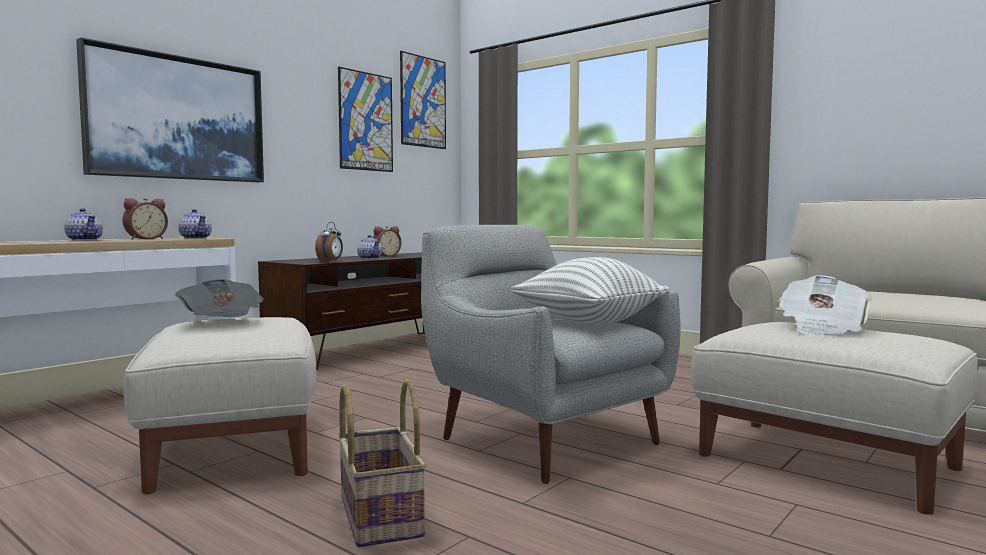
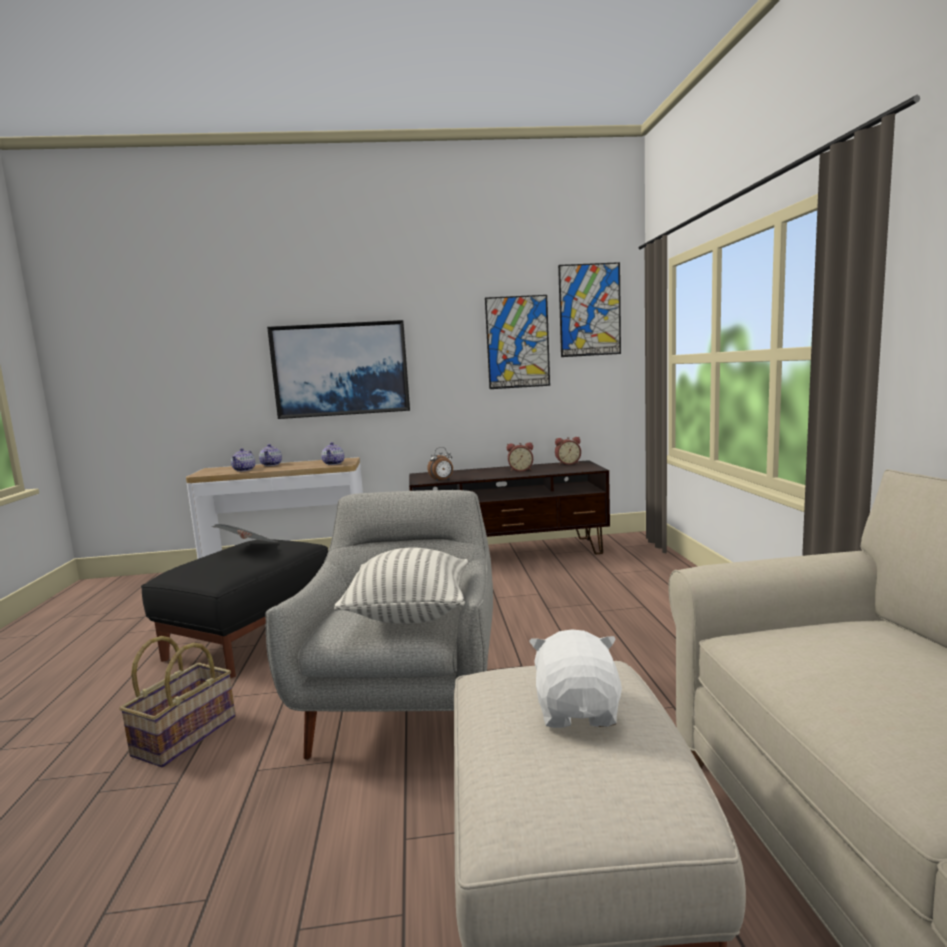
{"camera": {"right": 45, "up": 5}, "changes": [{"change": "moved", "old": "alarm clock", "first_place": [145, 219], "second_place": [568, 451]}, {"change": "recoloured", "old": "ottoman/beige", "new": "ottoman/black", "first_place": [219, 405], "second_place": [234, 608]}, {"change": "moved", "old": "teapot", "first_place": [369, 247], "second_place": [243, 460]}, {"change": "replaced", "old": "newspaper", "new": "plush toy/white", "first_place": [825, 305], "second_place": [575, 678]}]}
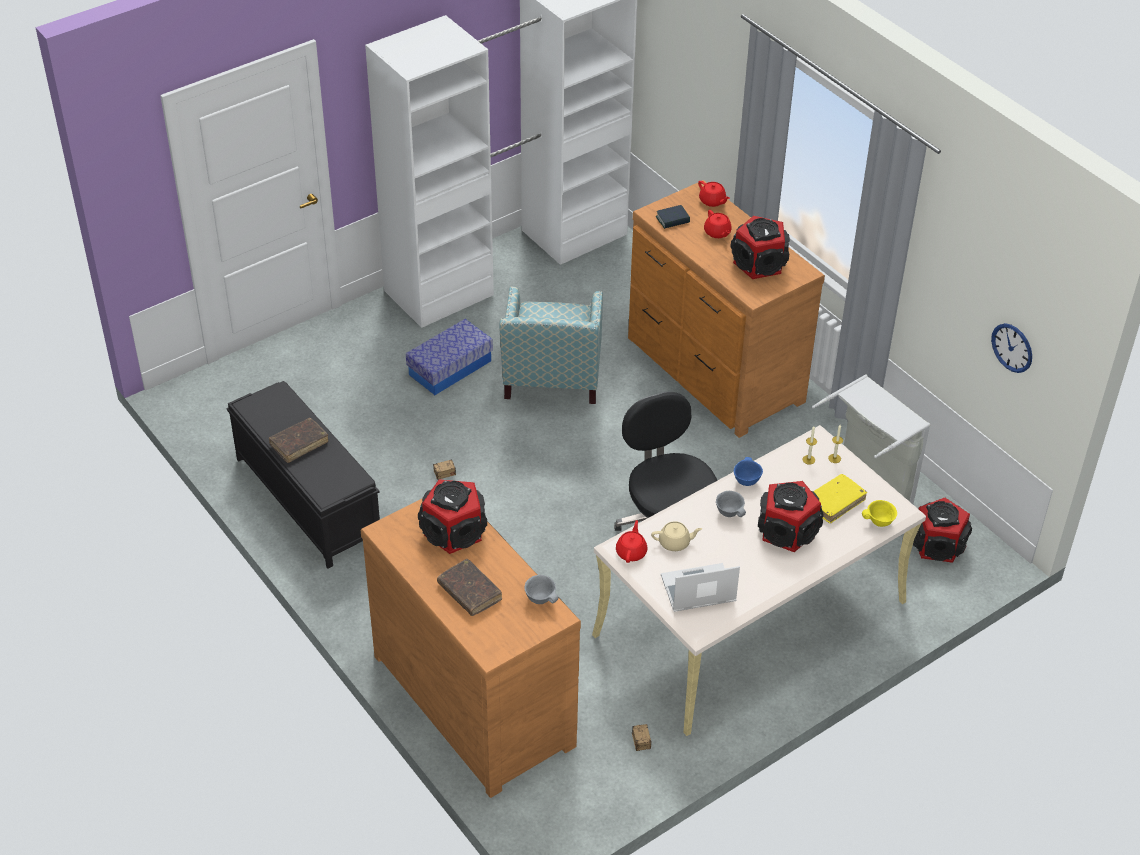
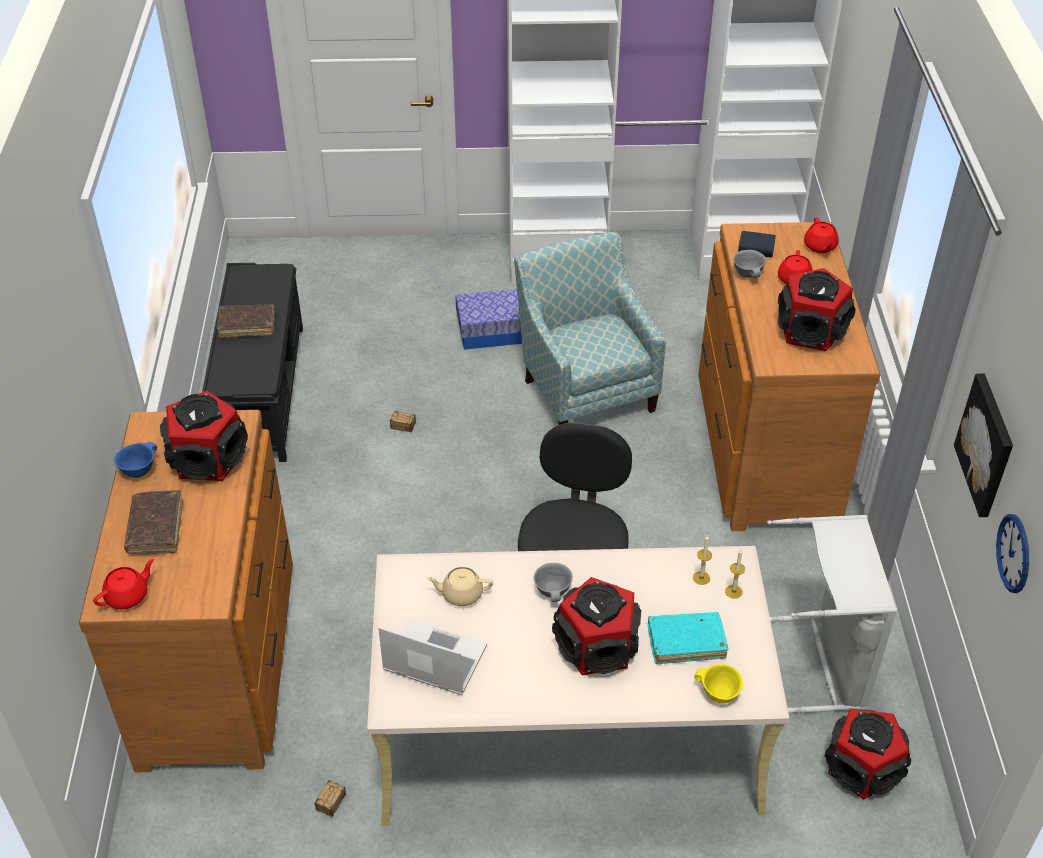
{"camera": {"right": 35, "up": 0}, "changes": [{"change": "turned", "old": "armchair", "first_place": [551, 345], "second_place": [590, 328], "degrees": 120}, {"change": "moved", "old": "bowl/grey", "first_place": [541, 589], "second_place": [749, 264]}, {"change": "moved", "old": "teapot/red", "first_place": [631, 541], "second_place": [123, 584]}, {"change": "turned", "old": "teapot/beige", "first_place": [676, 536], "second_place": [459, 586], "degrees": 150}, {"change": "moved", "old": "bowl/blue", "first_place": [748, 471], "second_place": [135, 460]}, {"change": "recoloured", "old": "book/yellow", "new": "book/turquoise", "first_place": [840, 498], "second_place": [688, 638]}, {"change": "added", "new": "picture", "second_place": [983, 445]}]}
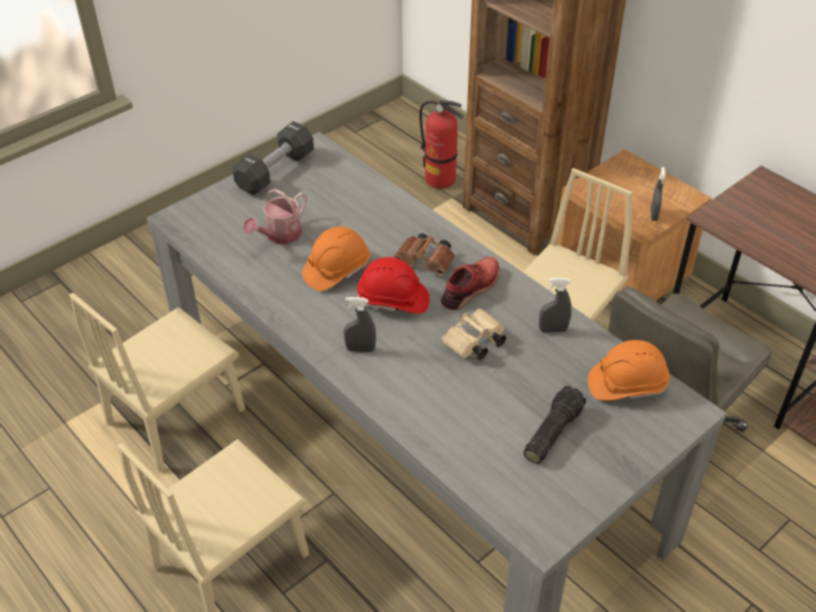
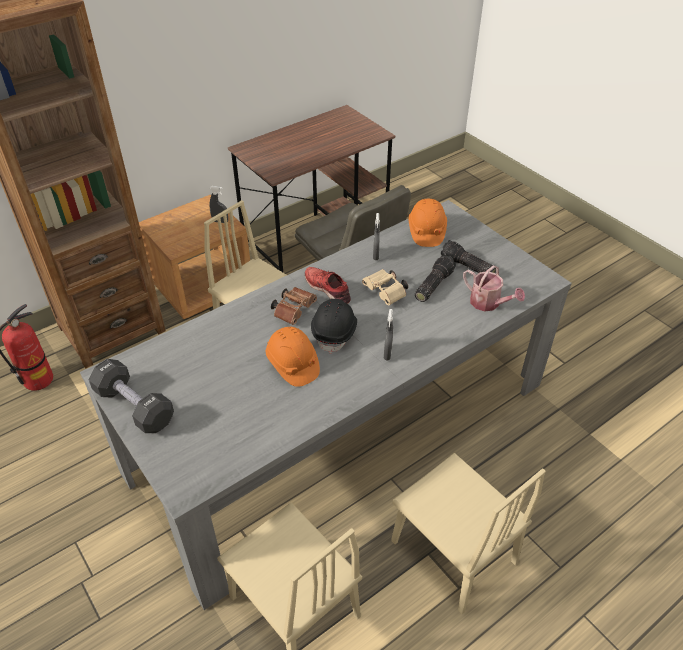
{"camera": {"right": -85, "up": 0}, "changes": [{"change": "moved", "old": "watering can", "first_place": [275, 216], "second_place": [494, 288]}, {"change": "recoloured", "old": "hard hat/red", "new": "hard hat/black", "first_place": [393, 285], "second_place": [334, 326]}, {"change": "added", "new": "flashlight", "second_place": [435, 278]}]}
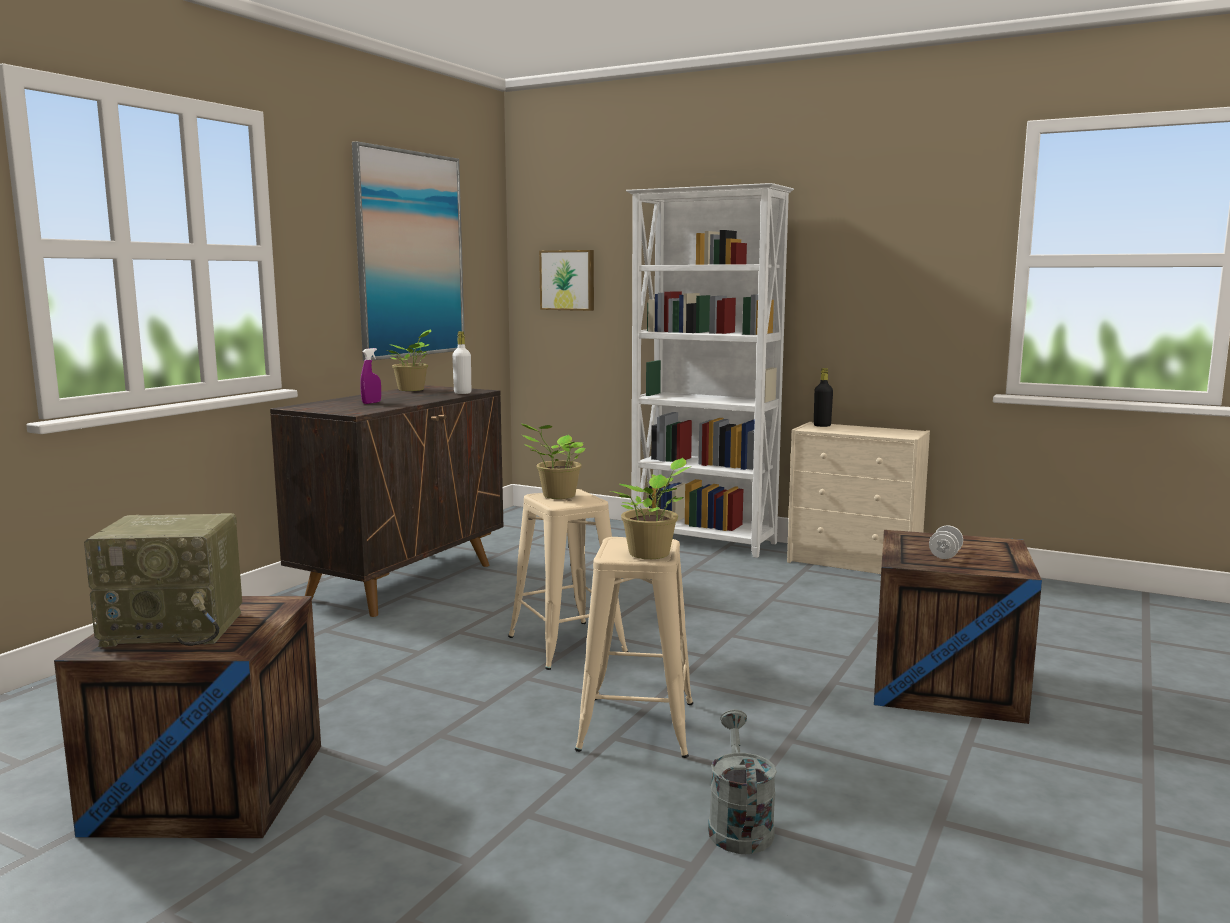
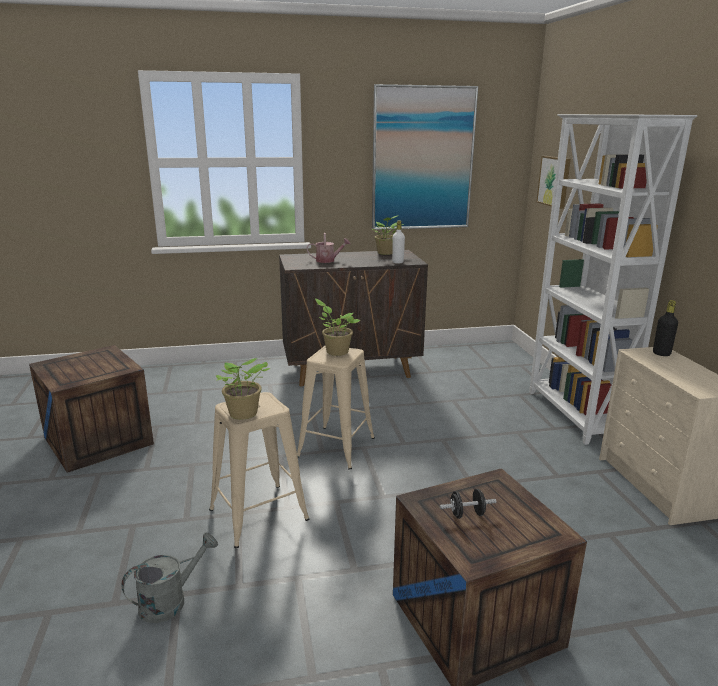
{"camera": {"right": 50, "up": 10}, "changes": [{"change": "removed", "old": "radio", "first_place": [163, 580]}, {"change": "replaced", "old": "spray bottle/purple", "new": "watering can", "first_place": [370, 376], "second_place": [328, 248]}, {"change": "recoloured", "old": "dumbbell/white", "new": "dumbbell/black", "first_place": [946, 542], "second_place": [468, 504]}]}
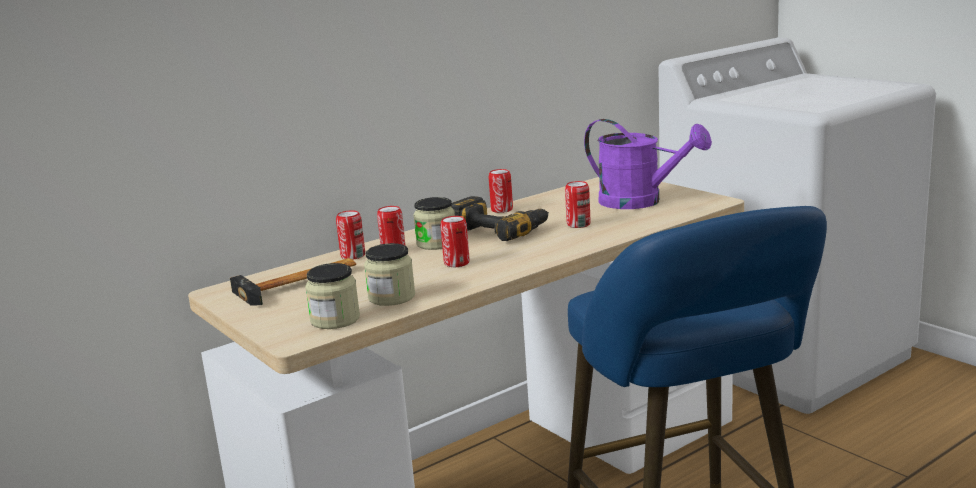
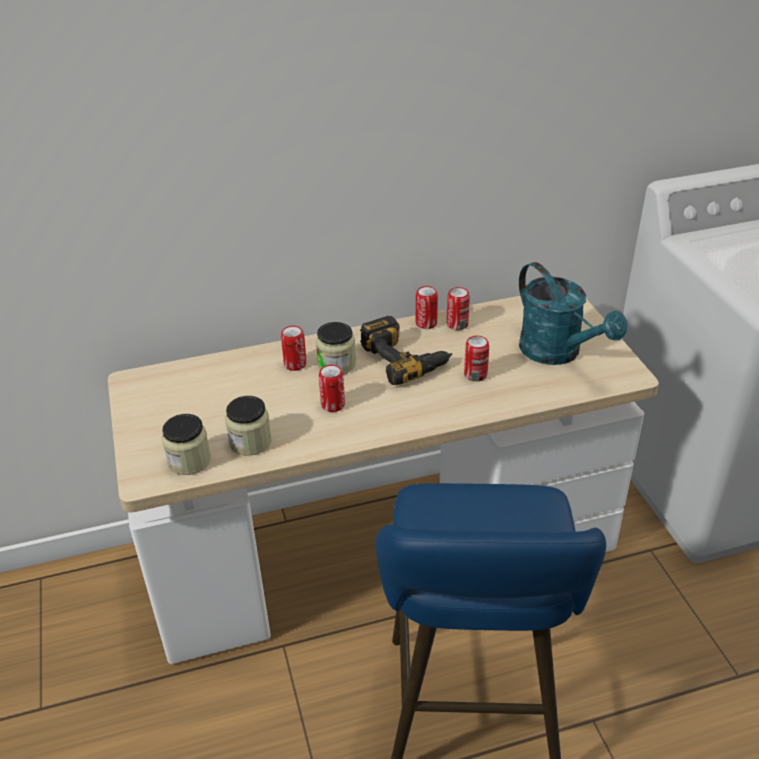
{"camera": {"right": 20, "up": 20}, "changes": [{"change": "removed", "old": "hammer", "first_place": [293, 281]}, {"change": "moved", "old": "can", "first_place": [350, 235], "second_place": [458, 308]}, {"change": "recoloured", "old": "watering can/purple", "new": "watering can/turquoise", "first_place": [648, 164], "second_place": [573, 313]}]}
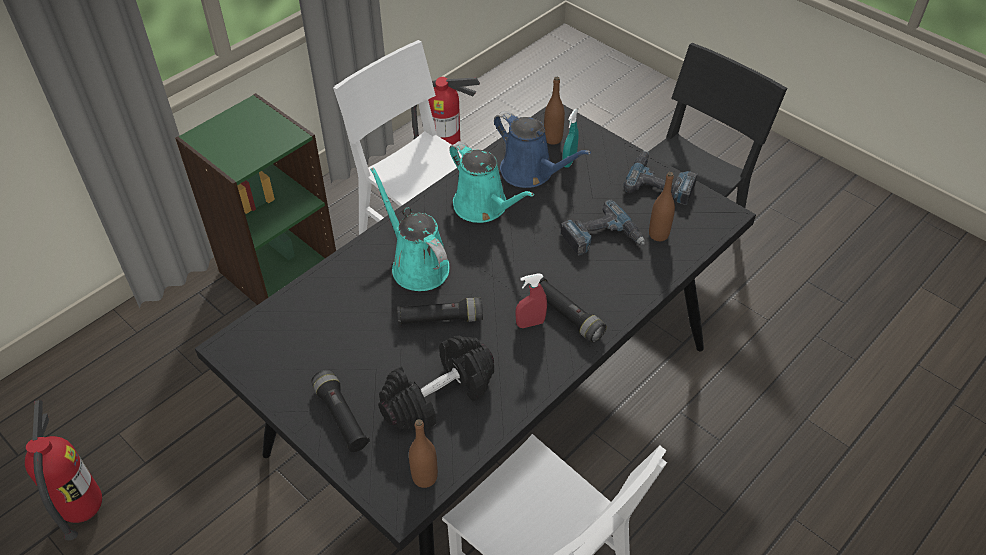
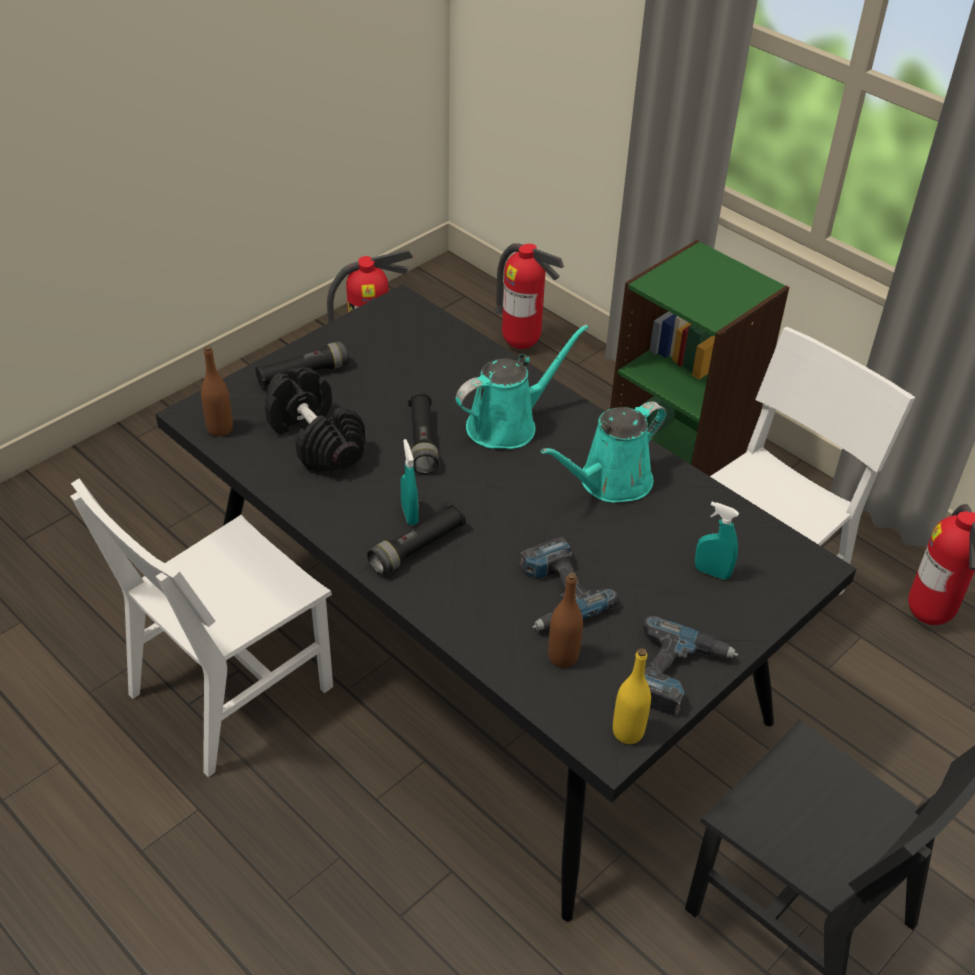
{"camera": {"right": 90, "up": -5}, "changes": [{"change": "removed", "old": "watering can/blue", "first_place": [542, 149]}, {"change": "recoloured", "old": "spray bottle/red", "new": "spray bottle/turquoise", "first_place": [531, 300], "second_place": [409, 482]}, {"change": "removed", "old": "bottle/brown", "first_place": [554, 111]}, {"change": "added", "new": "fire extinguisher", "second_place": [529, 296]}, {"change": "added", "new": "bottle/yellow", "second_place": [632, 696]}]}
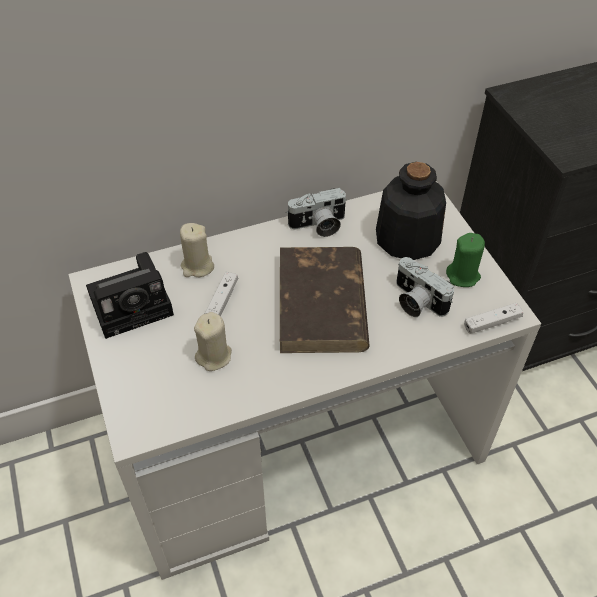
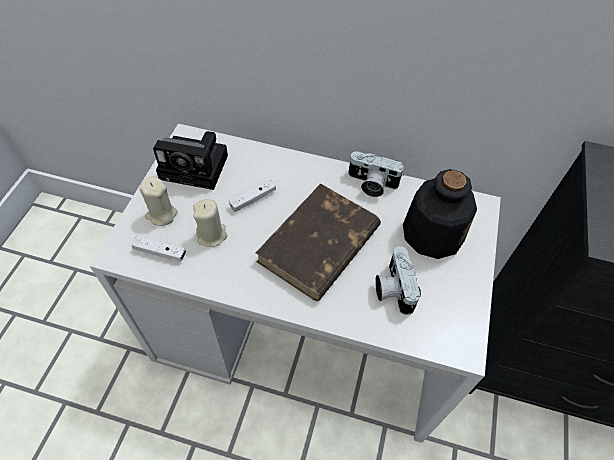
{"camera": {"right": 35, "up": 5}, "changes": [{"change": "moved", "old": "candle/beige", "first_place": [197, 250], "second_place": [159, 201]}, {"change": "removed", "old": "candle/green", "first_place": [465, 260]}, {"change": "moved", "old": "game controller/white", "first_place": [493, 318], "second_place": [159, 248]}]}
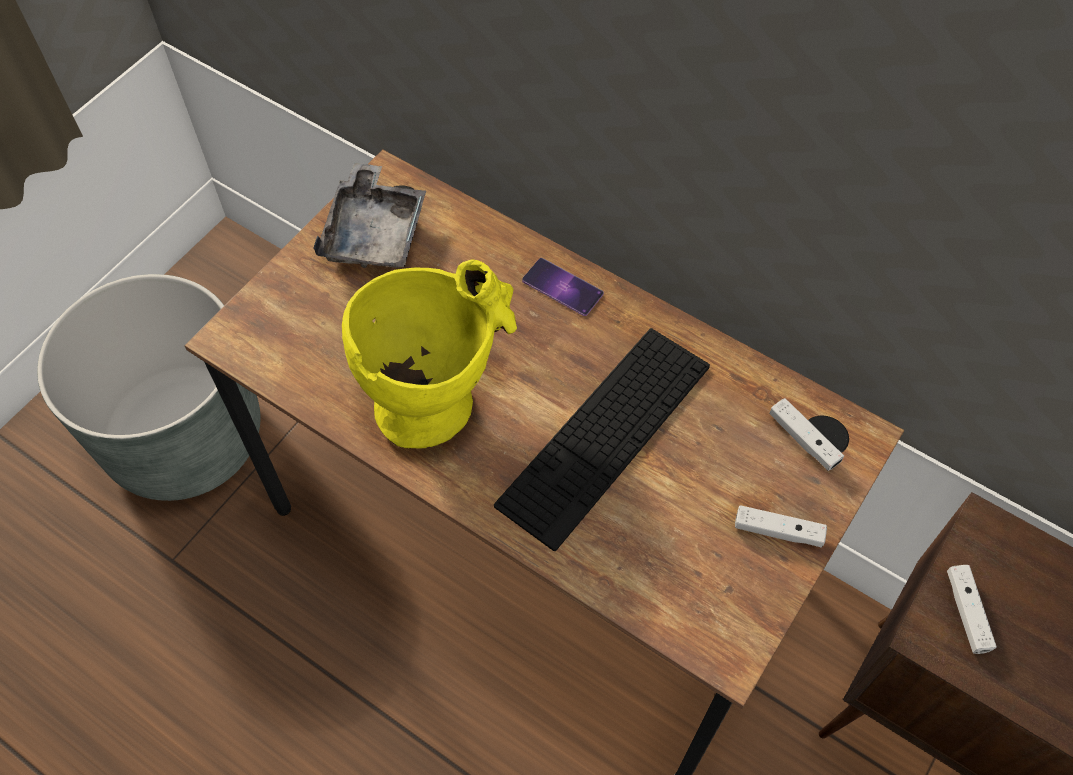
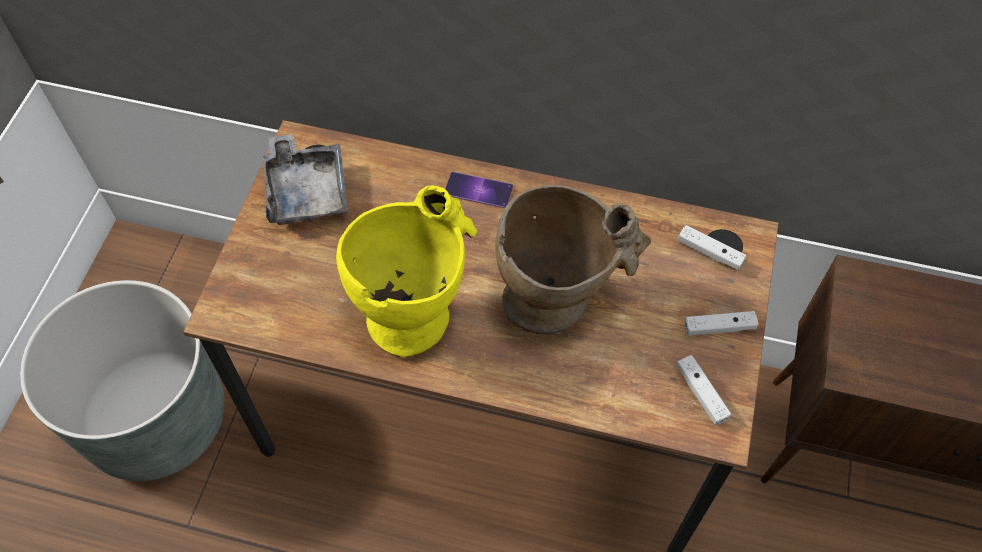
{"camera": {"right": -20, "up": 0}, "changes": [{"change": "replaced", "old": "keyboard", "new": "vase/beige", "first_place": [602, 439], "second_place": [573, 259]}, {"change": "moved", "old": "game controller/white", "first_place": [972, 609], "second_place": [703, 390]}]}
